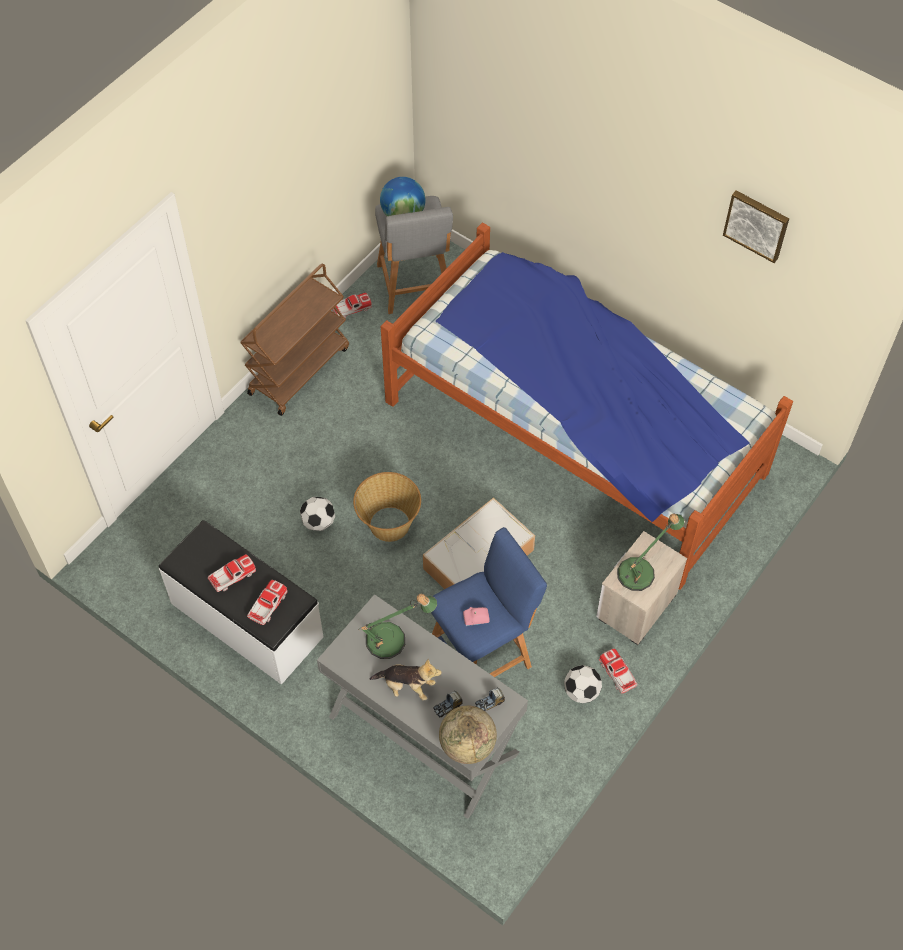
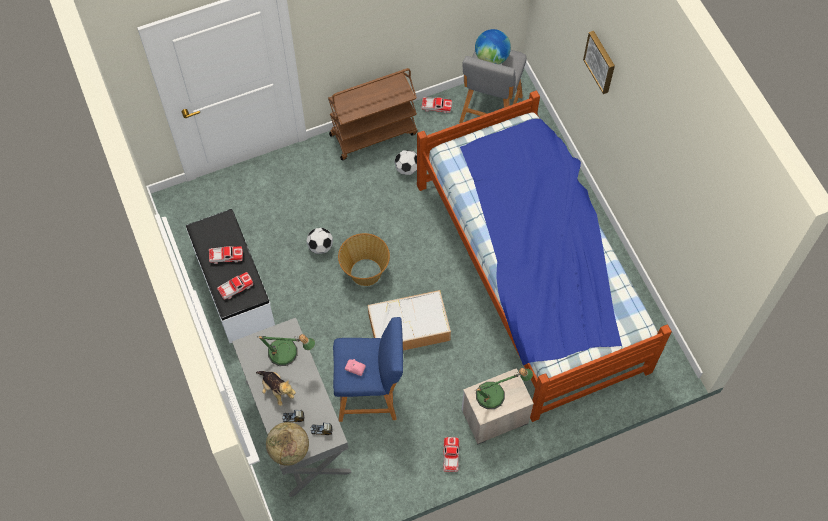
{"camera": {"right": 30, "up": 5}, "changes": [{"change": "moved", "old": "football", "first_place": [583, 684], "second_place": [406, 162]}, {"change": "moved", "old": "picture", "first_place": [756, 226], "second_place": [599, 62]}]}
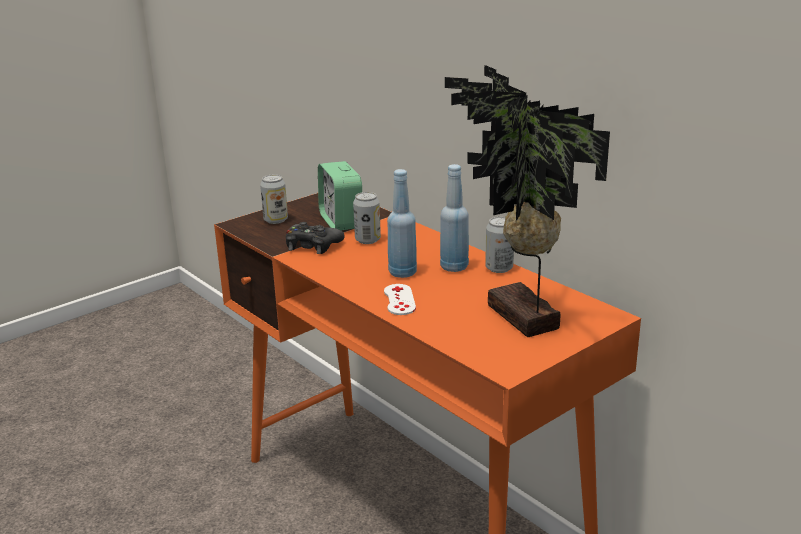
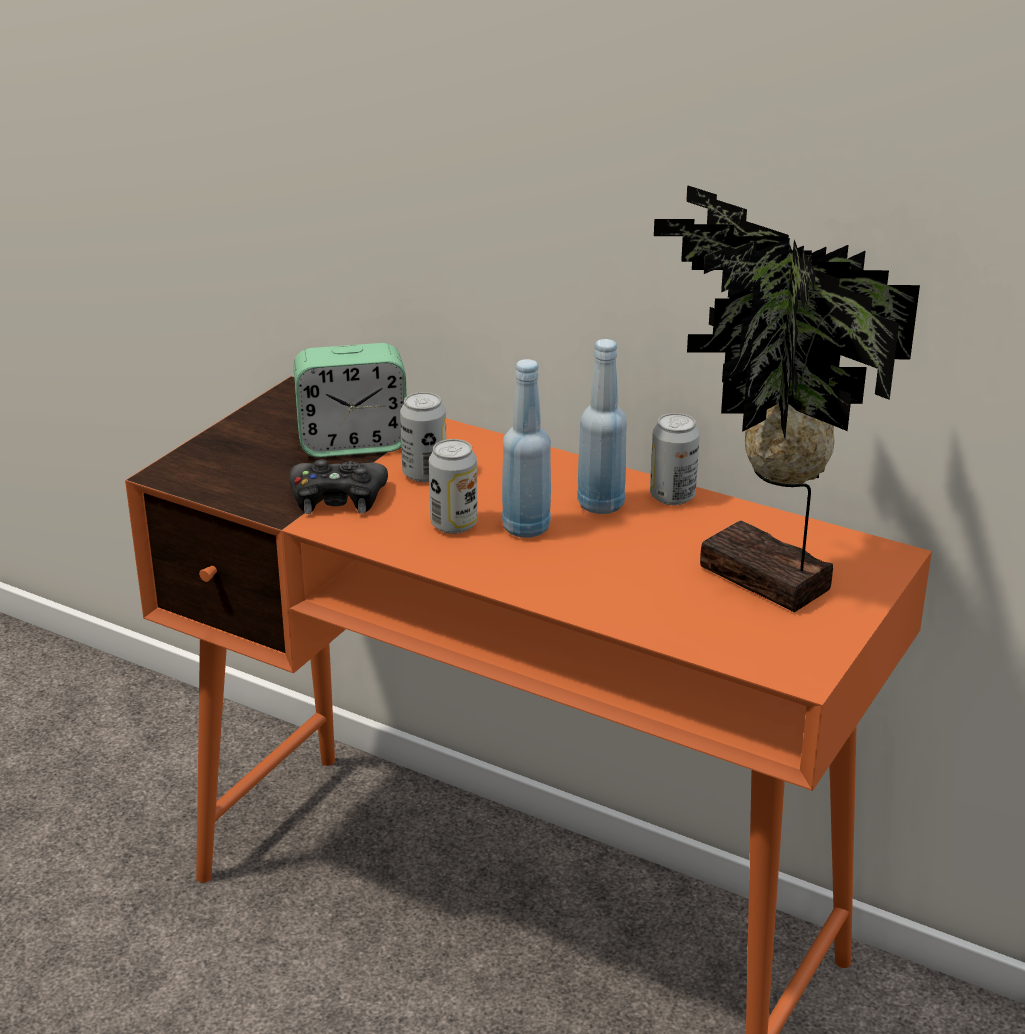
{"camera": {"right": -20, "up": 5}, "changes": [{"change": "moved", "old": "can", "first_place": [274, 199], "second_place": [453, 486]}, {"change": "turned", "old": "alarm clock", "first_place": [340, 196], "second_place": [350, 400], "degrees": -60}, {"change": "removed", "old": "game controller/white", "first_place": [400, 299]}]}
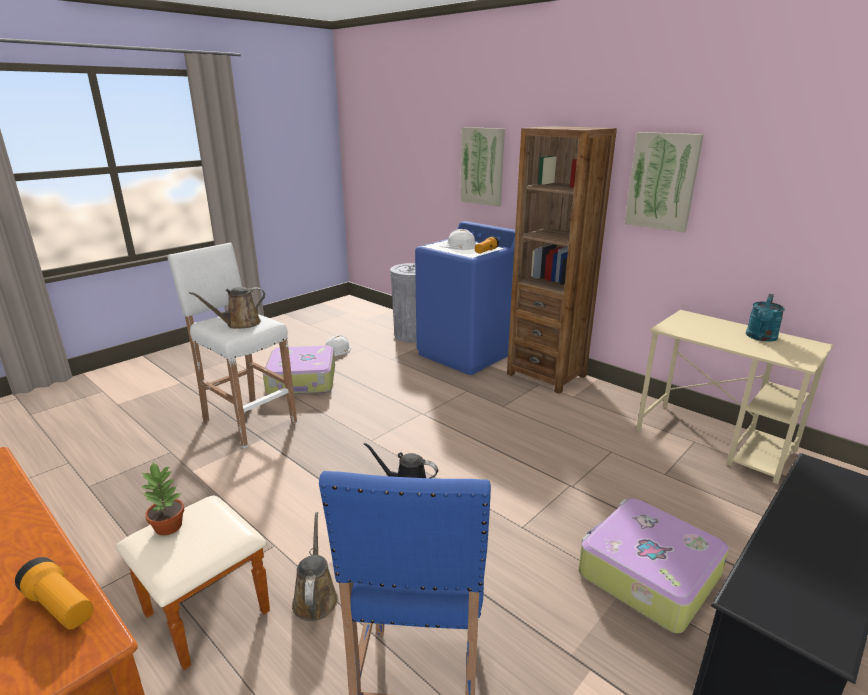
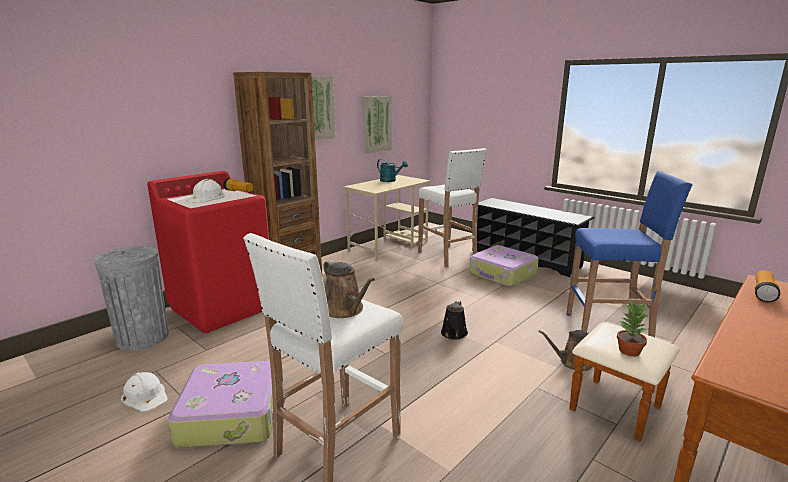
{"camera": {"right": -90, "up": -5}, "changes": [{"change": "recoloured", "old": "washing machine/blue", "new": "washing machine/red", "first_place": [465, 298], "second_place": [208, 252]}, {"change": "moved", "old": "picture", "first_place": [482, 167], "second_place": [377, 124]}, {"change": "added", "new": "stool/white", "second_place": [452, 208]}]}
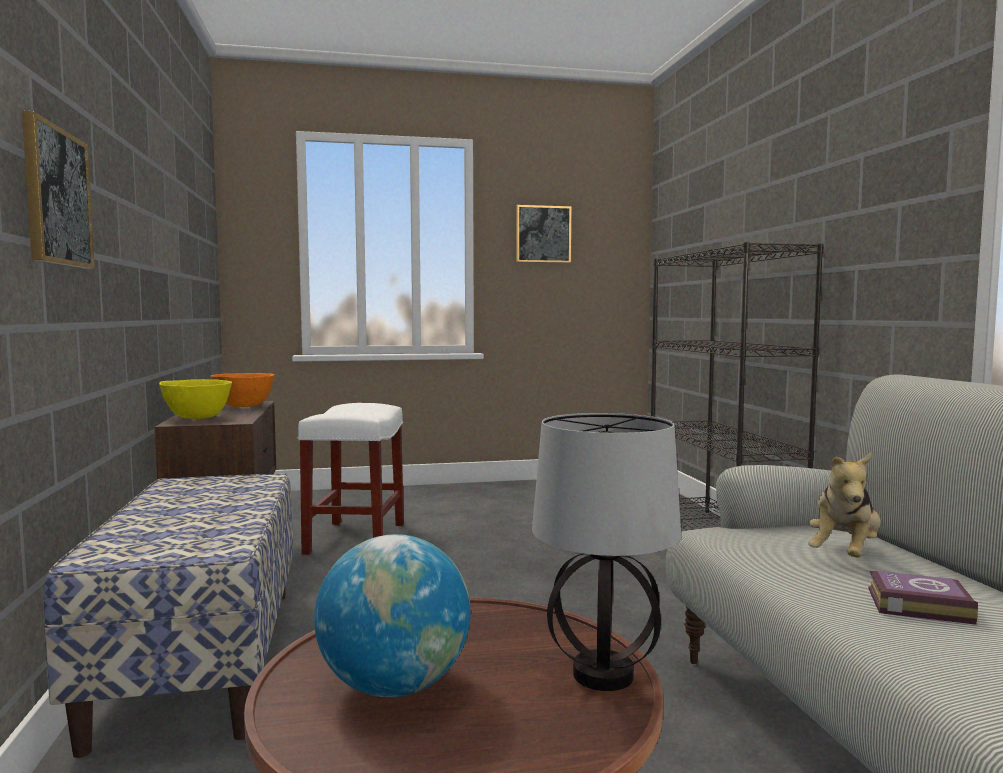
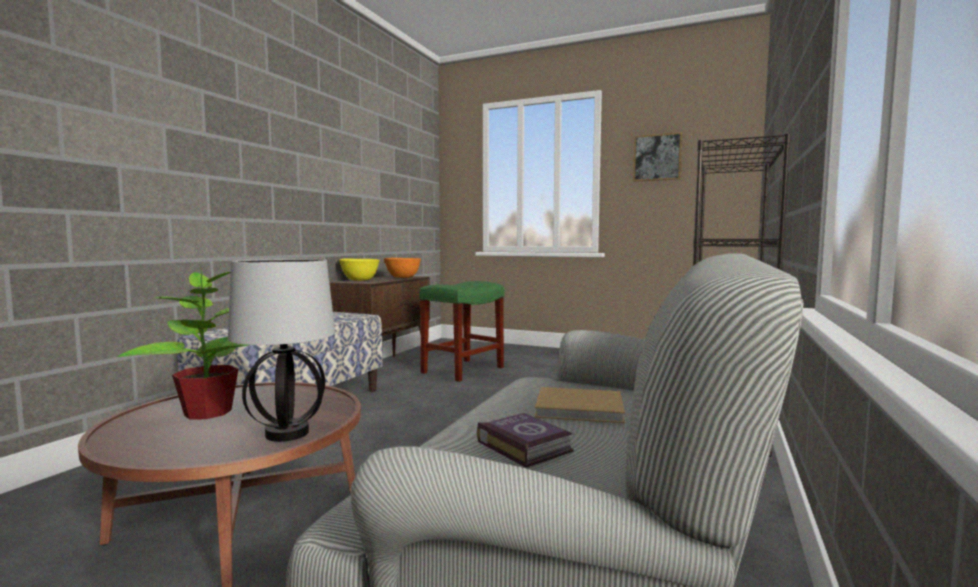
{"camera": {"right": 35, "up": 0}, "changes": [{"change": "removed", "old": "picture", "first_place": [58, 190]}, {"change": "recoloured", "old": "stool/white", "new": "stool/green", "first_place": [351, 479], "second_place": [462, 331]}, {"change": "replaced", "old": "globe", "new": "potted plant", "first_place": [392, 615], "second_place": [183, 341]}, {"change": "replaced", "old": "plush toy", "new": "book/beige", "first_place": [844, 505], "second_place": [580, 405]}]}
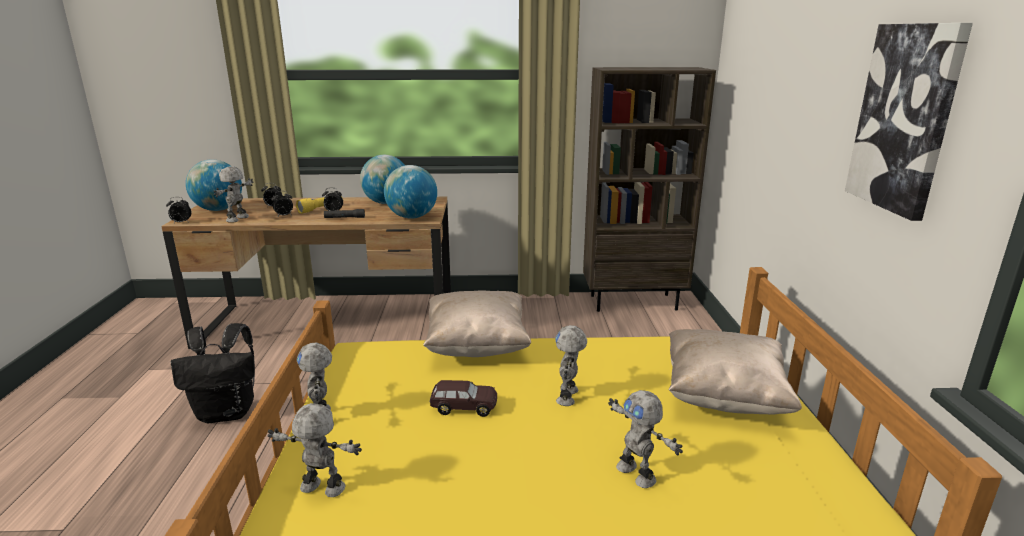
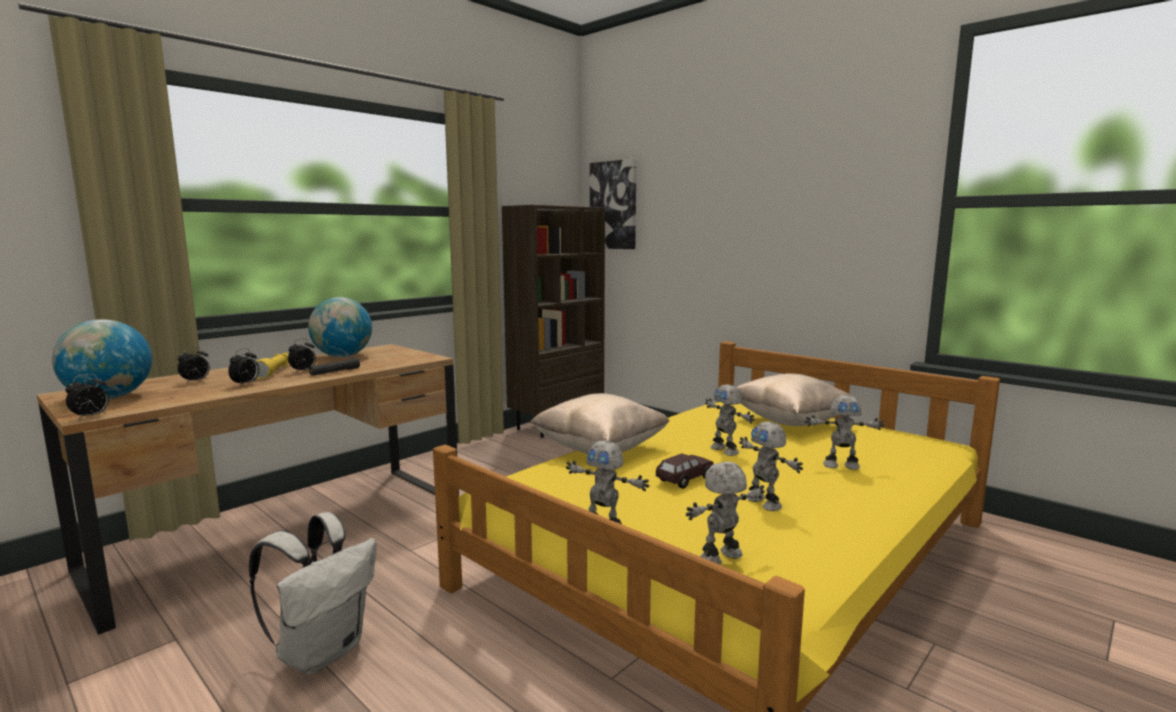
{"camera": {"right": -45, "up": -10}, "changes": [{"change": "recoloured", "old": "backpack/black", "new": "backpack/white", "first_place": [213, 373], "second_place": [312, 593]}, {"change": "moved", "old": "toy robot", "first_place": [233, 194], "second_place": [771, 466]}, {"change": "removed", "old": "globe", "first_place": [410, 192]}, {"change": "moved", "old": "picture", "first_place": [909, 122], "second_place": [613, 204]}]}
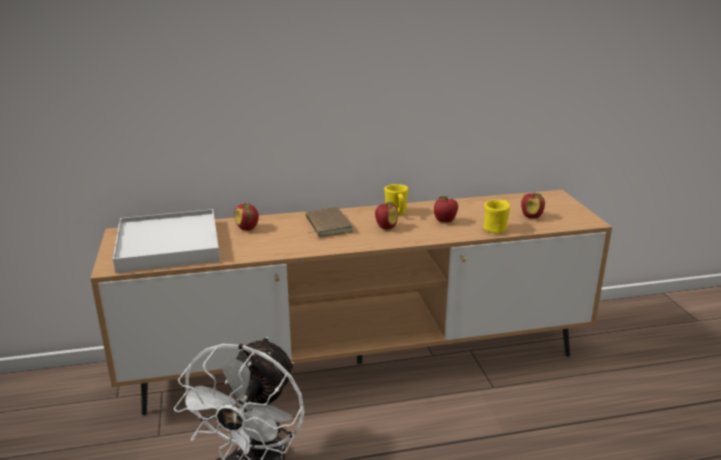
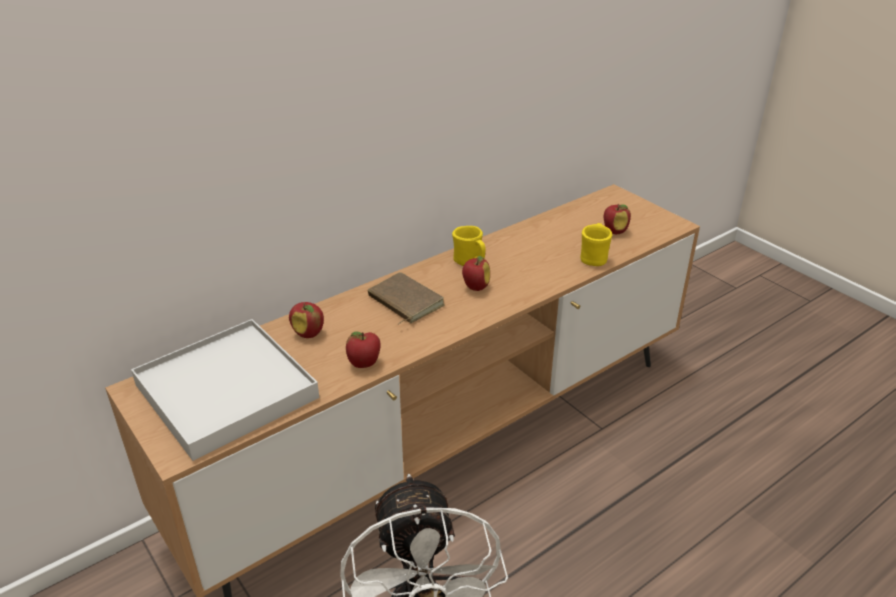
{"camera": {"right": -25, "up": 10}, "changes": [{"change": "moved", "old": "apple", "first_place": [446, 209], "second_place": [363, 349]}]}
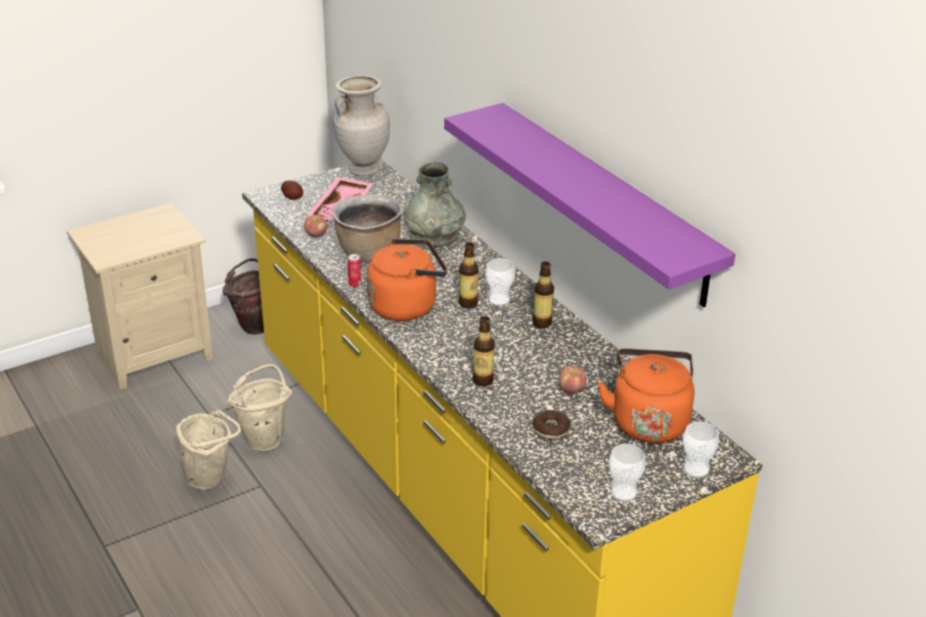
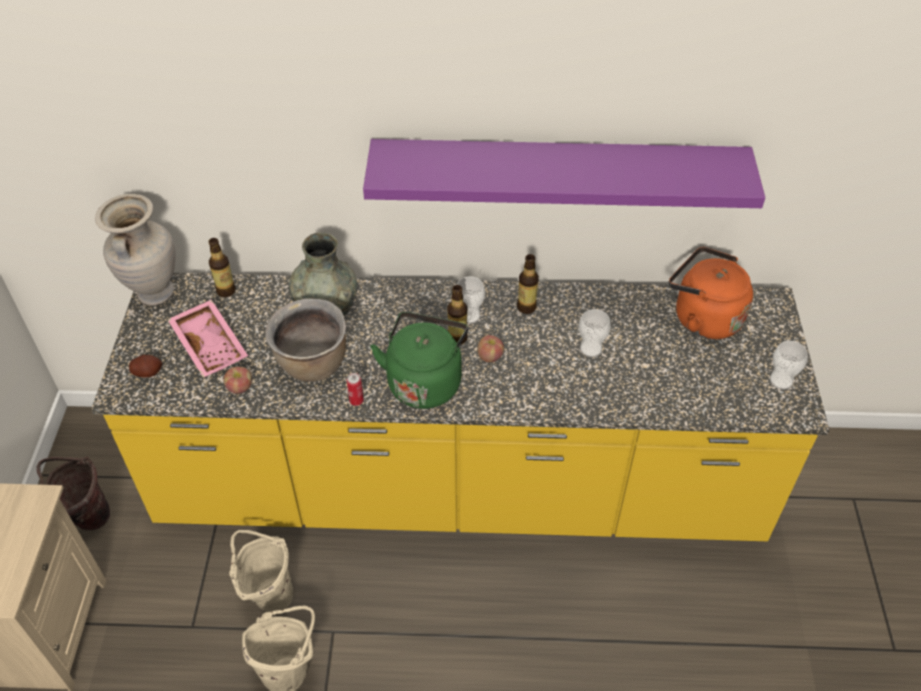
{"camera": {"right": -55, "up": 15}, "changes": [{"change": "recoloured", "old": "kettle/orange", "new": "kettle/green", "first_place": [407, 279], "second_place": [419, 360]}, {"change": "moved", "old": "bottle", "first_place": [484, 351], "second_place": [222, 267]}, {"change": "removed", "old": "donut", "first_place": [552, 424]}, {"change": "moved", "old": "apple", "first_place": [573, 380], "second_place": [490, 348]}, {"change": "moved", "old": "cup", "first_place": [700, 449], "second_place": [595, 333]}]}
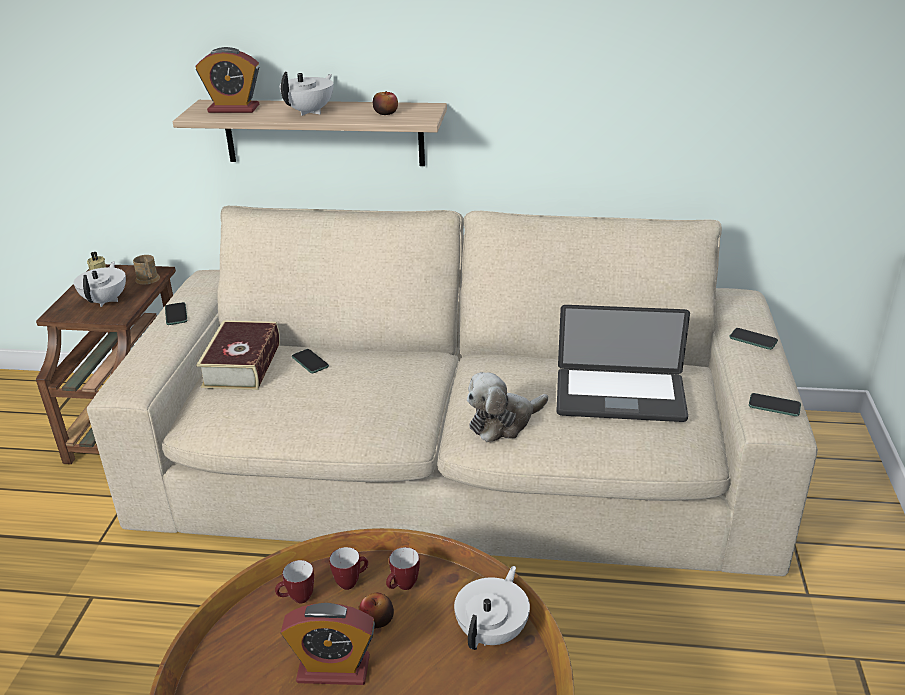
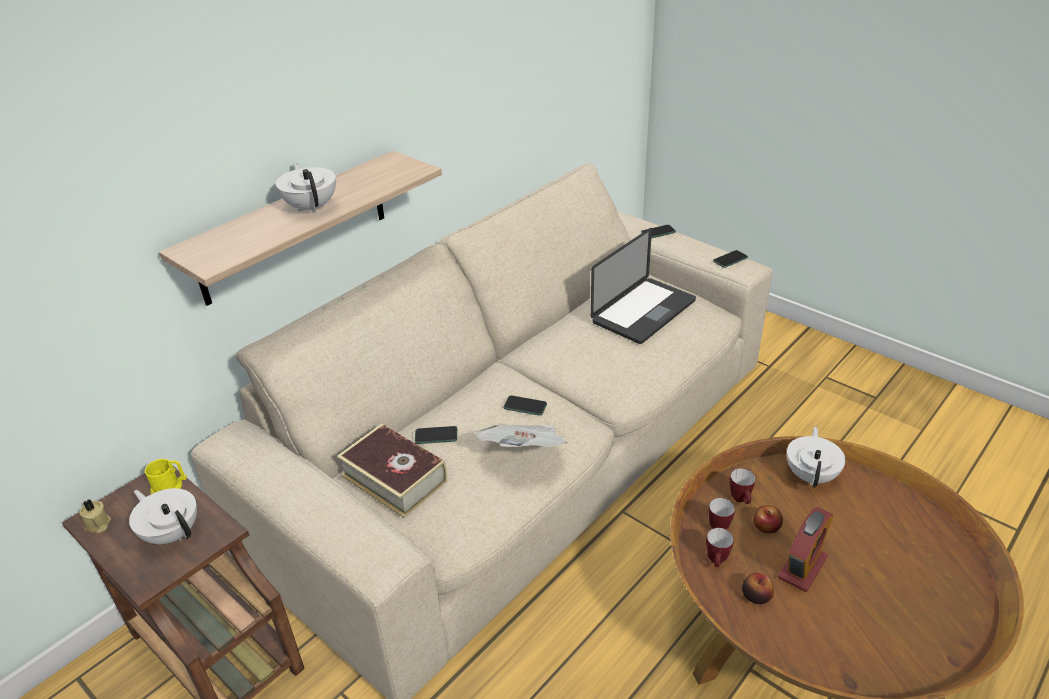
{"camera": {"right": -55, "up": 5}, "changes": [{"change": "recoloured", "old": "mug/brown", "new": "mug/yellow", "first_place": [146, 270], "second_place": [166, 476]}, {"change": "moved", "old": "phone", "first_place": [176, 313], "second_place": [525, 405]}, {"change": "removed", "old": "alarm clock", "first_place": [227, 80]}, {"change": "moved", "old": "apple", "first_place": [385, 103], "second_place": [758, 588]}, {"change": "turned", "old": "teapot/white", "first_place": [492, 608], "second_place": [816, 456], "degrees": 45}, {"change": "removed", "old": "plush toy", "first_place": [507, 407]}, {"change": "added", "new": "newspaper", "second_place": [521, 435]}]}
